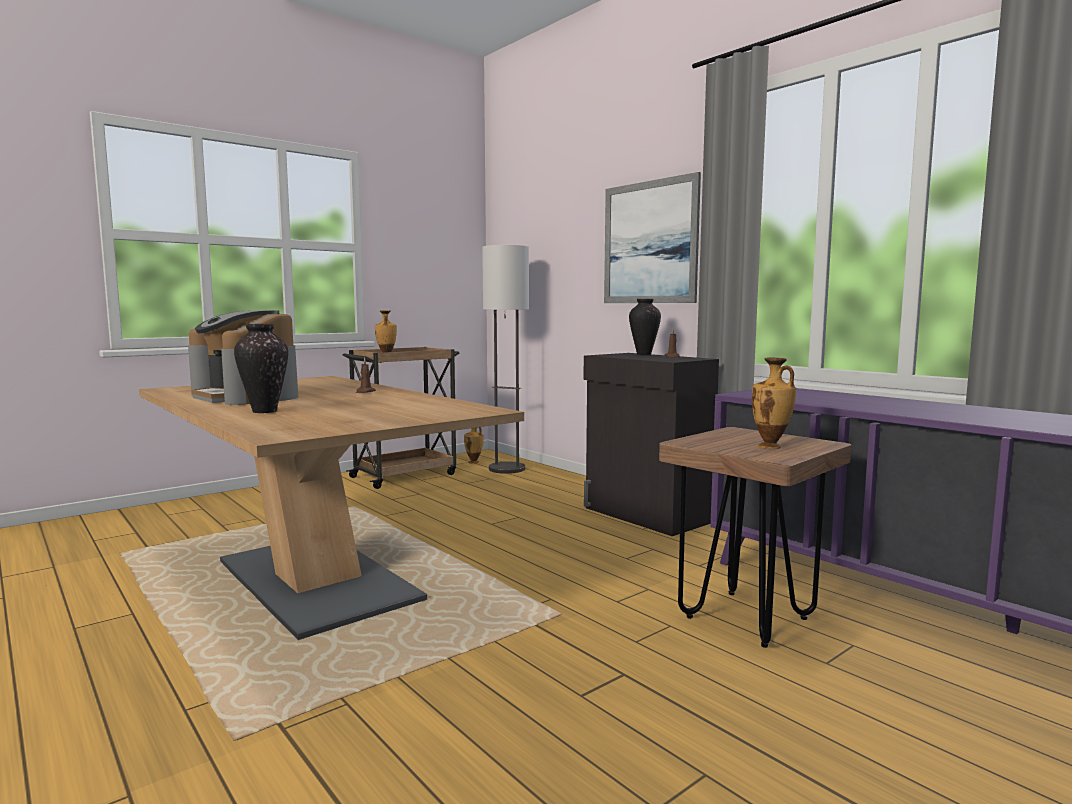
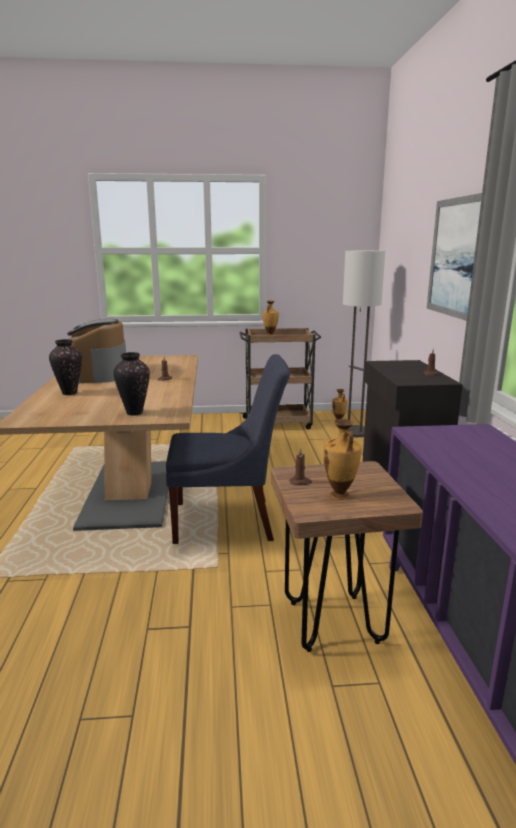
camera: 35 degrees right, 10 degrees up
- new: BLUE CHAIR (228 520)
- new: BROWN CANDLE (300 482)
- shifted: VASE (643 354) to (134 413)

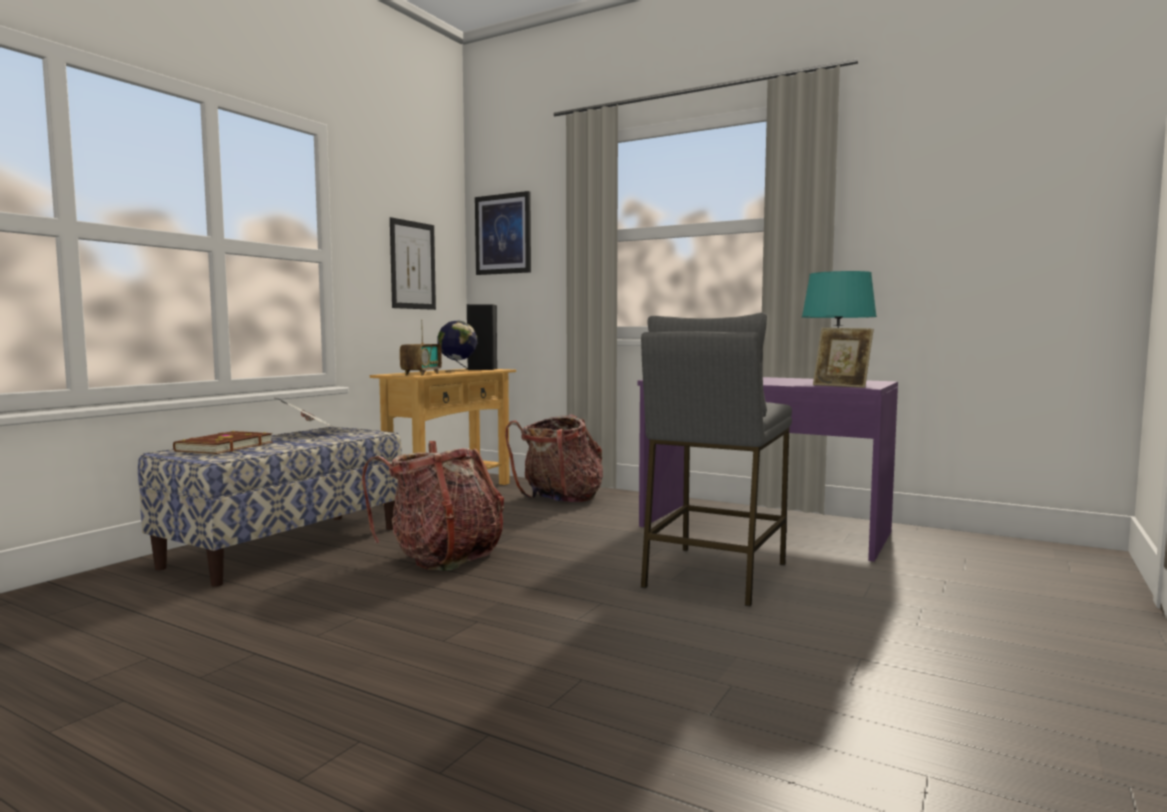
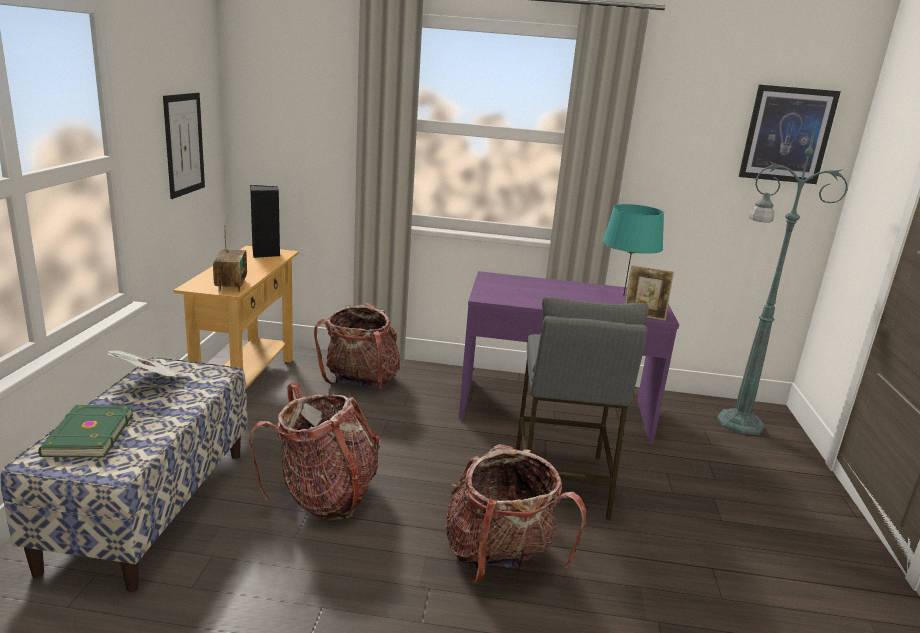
camera: 25 degrees left, 15 degrees up
- gone: GLOBE (458 371)
- new: BACKPACK (500 558)
- new: GREEN FLOOR LAMP (737 422)
- shifted: PICTURE (503 234) to (787 134)
- repainted: BROWN BOOK (223 447) to GREEN BOOK (87 435)

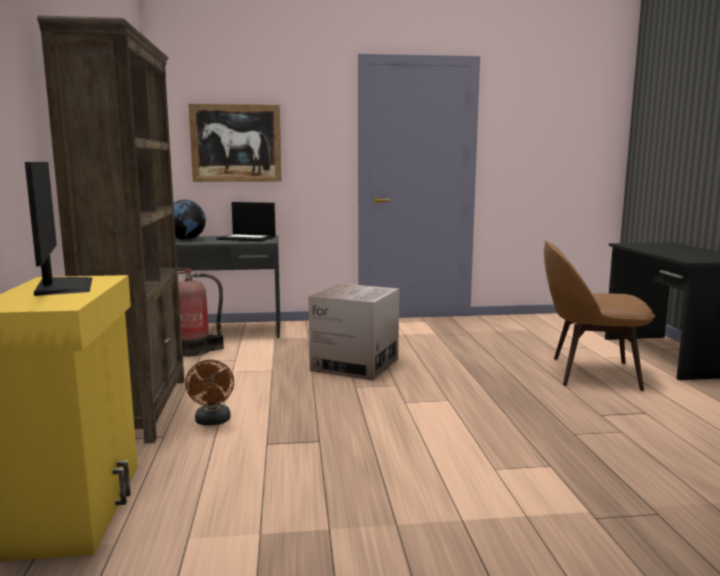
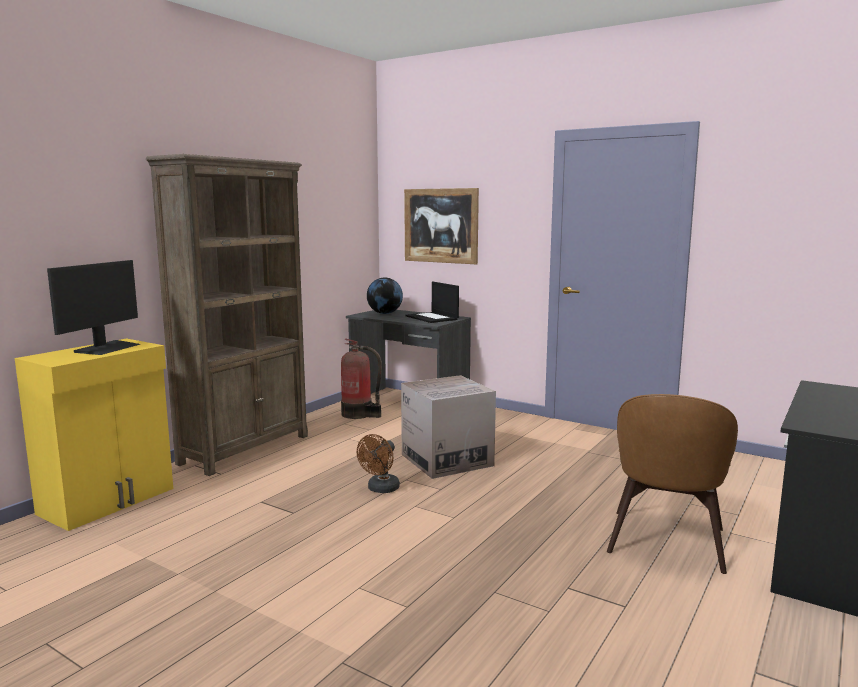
camera: 40 degrees right, 0 degrees up
- shifted: BROWN FAN (213 422) to (380 489)
- rotated: BROWN CHAIR (590 373) = (666 543) 120 degrees counterclockwise

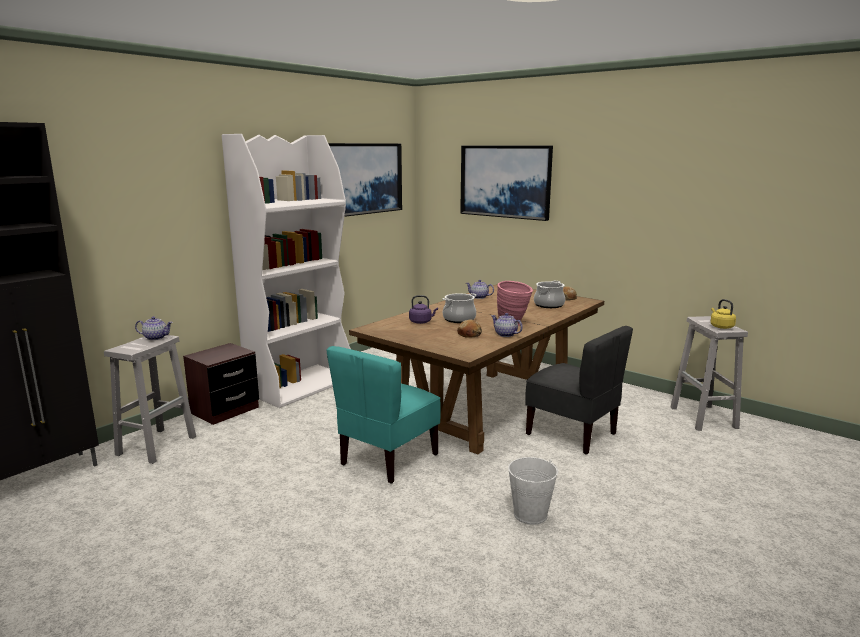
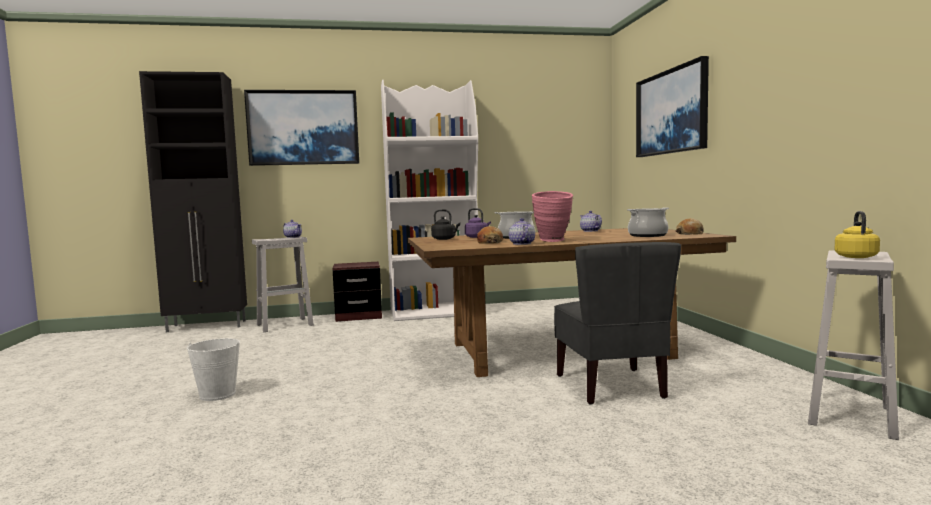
camera: 40 degrees right, 10 degrees down
- gone: TURQUOISE CHAIR (388 459)
- new: BLACK KETTLE (445 239)
- shifted: PICTURE (363 178) to (303 128)
- shifted: WHITE BUCKET (530 514) to (217 394)

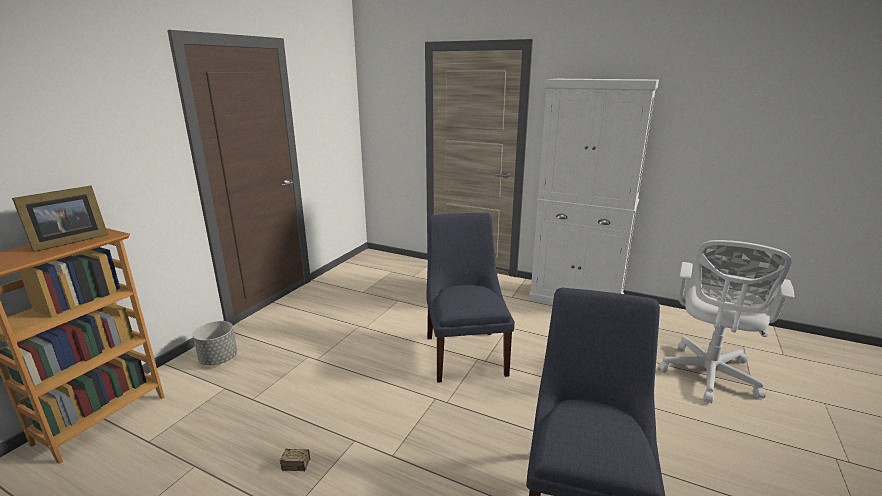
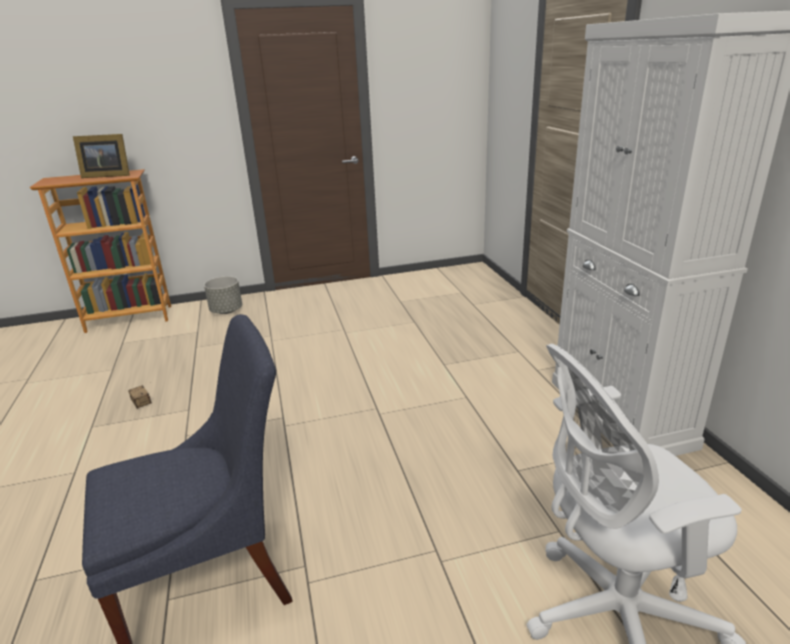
camera: 50 degrees right, 5 degrees up
- gone: BLUE CHAIR (465 352)

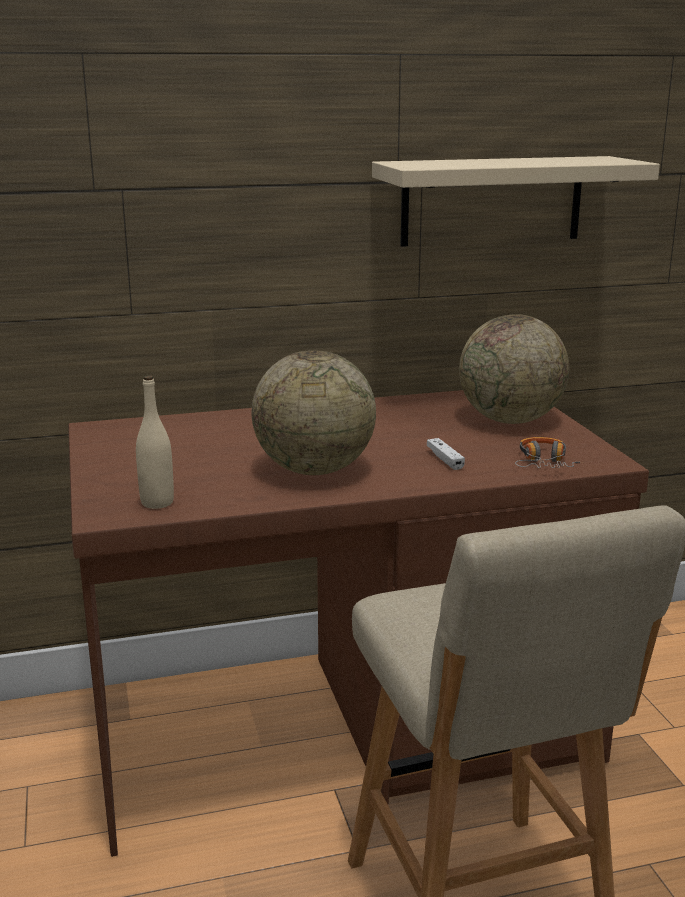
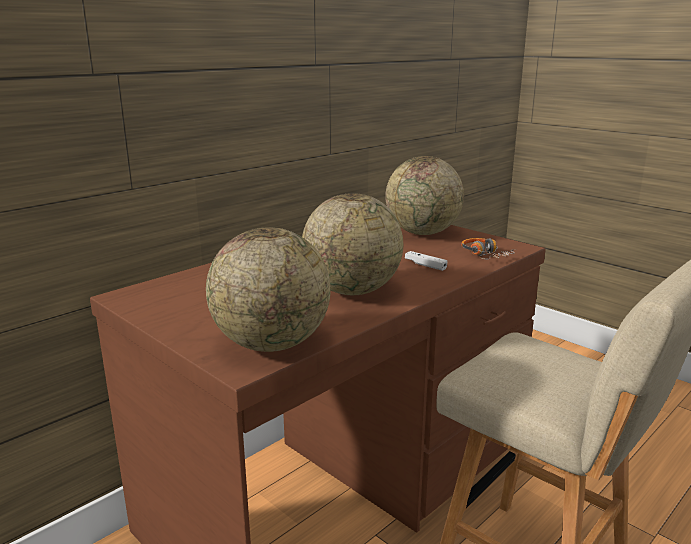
camera: 30 degrees left, 0 degrees up
- gone: BEIGE SHELF (492 200)
- swapped: BEIGE BOTTLE (157 502) to GLOBE (271 344)

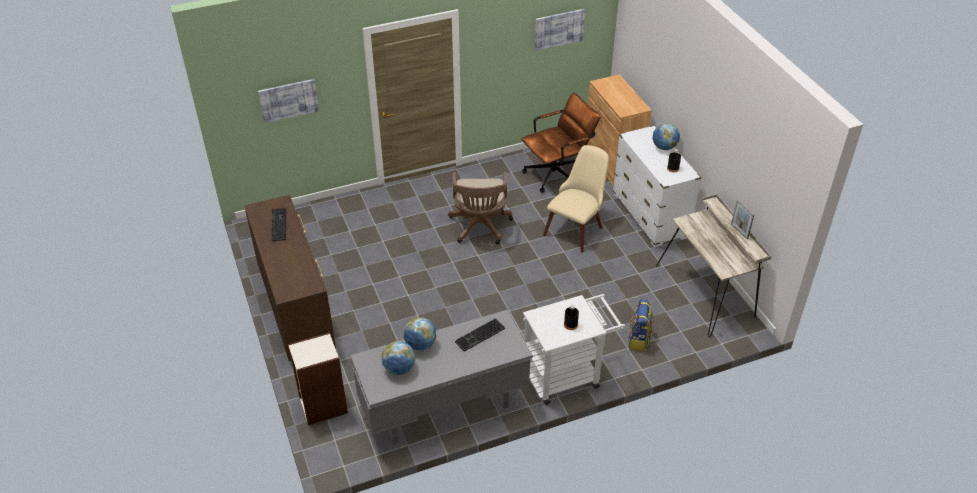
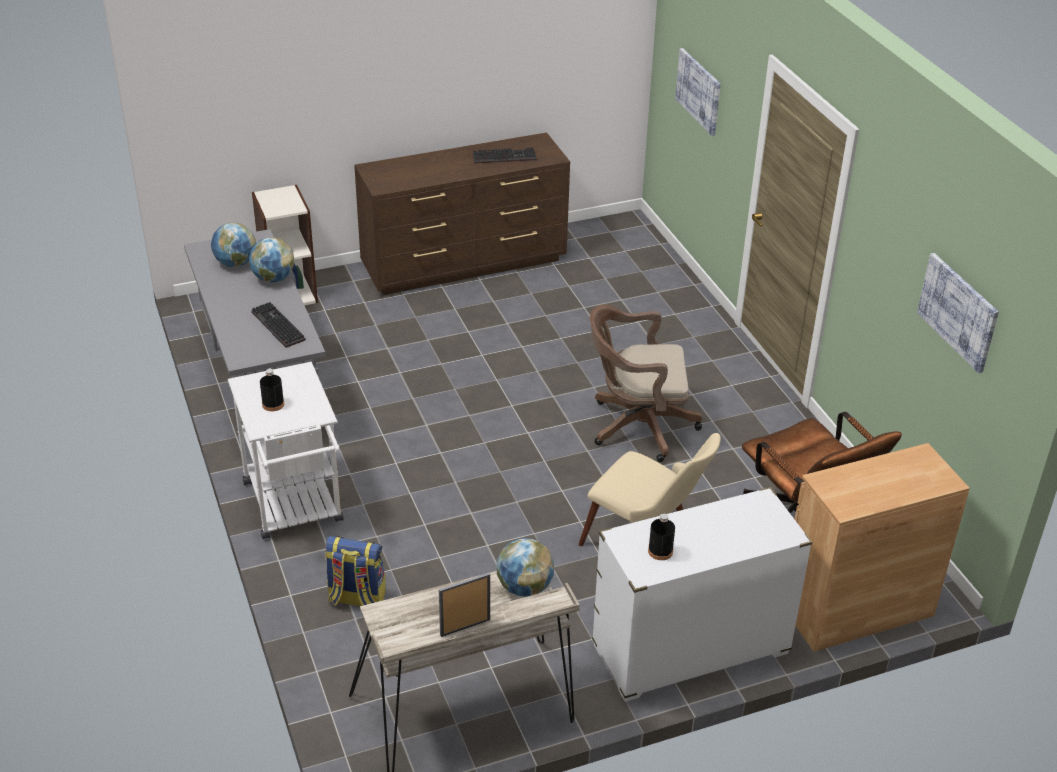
camera: 90 degrees right, 5 degrees down
- shifted: GLOBE (664 147) to (524 587)

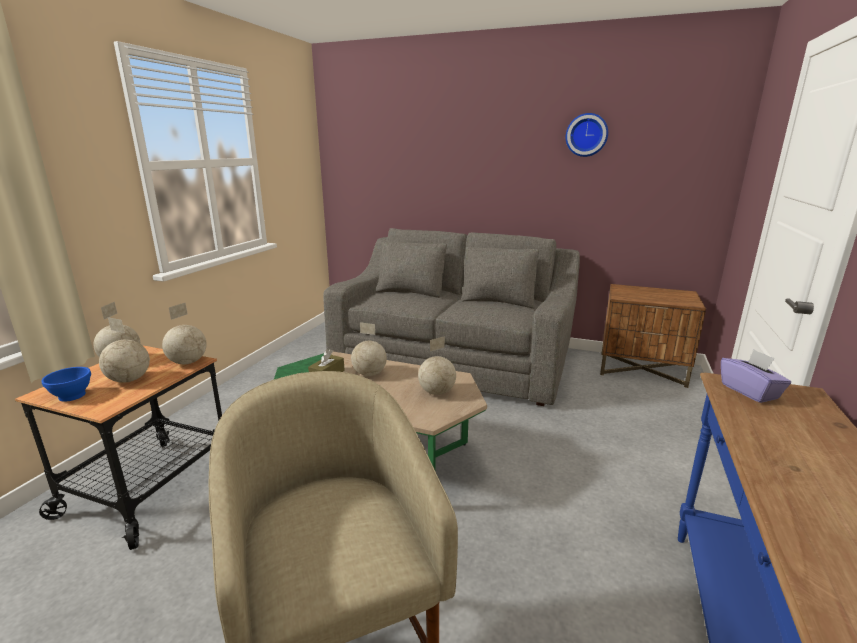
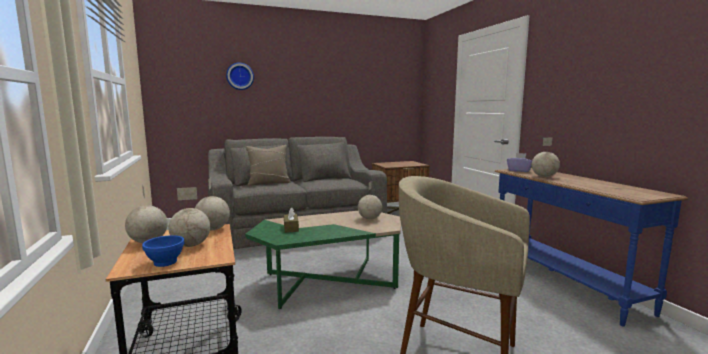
camera: 40 degrees left, 10 degrees down
- new: BEIGE PILLOW (269 183)
- shifted: GLOBE (369 374) to (544 176)
- shifted: WALL CLOCK (586 135) to (240 76)

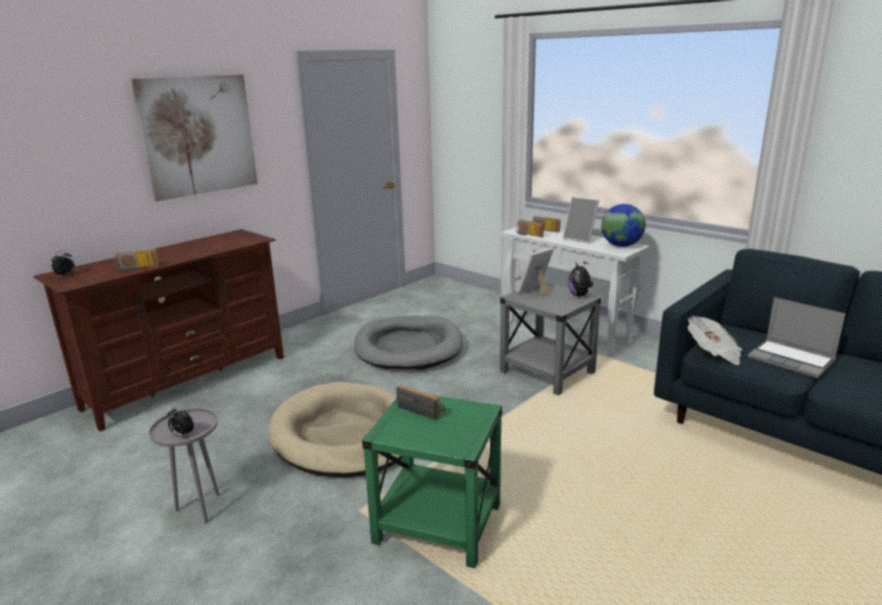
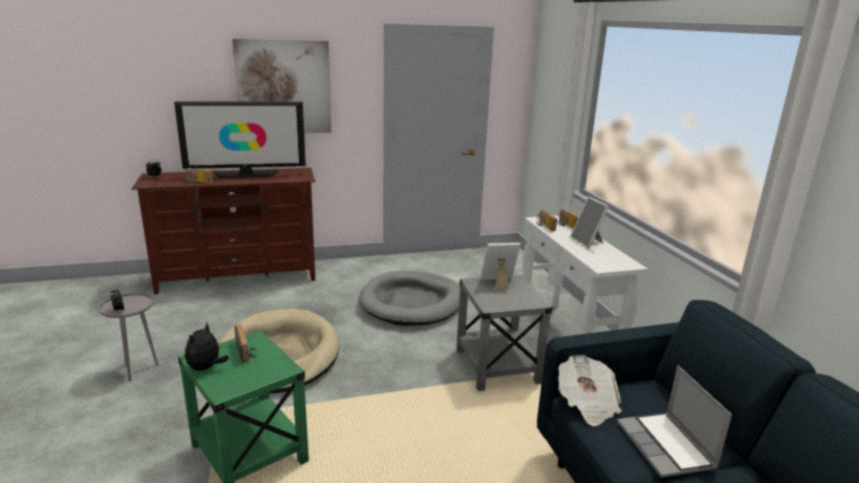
camera: 30 degrees right, 0 degrees up
- gone: GLOBE (621 245)
- new: TELEVISION (246 174)
- shifted: PLUSH TOY (580 295) to (206 368)

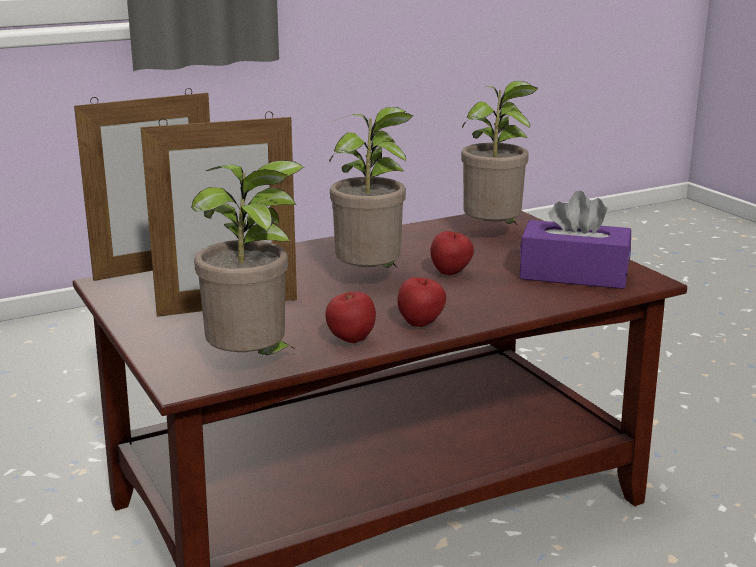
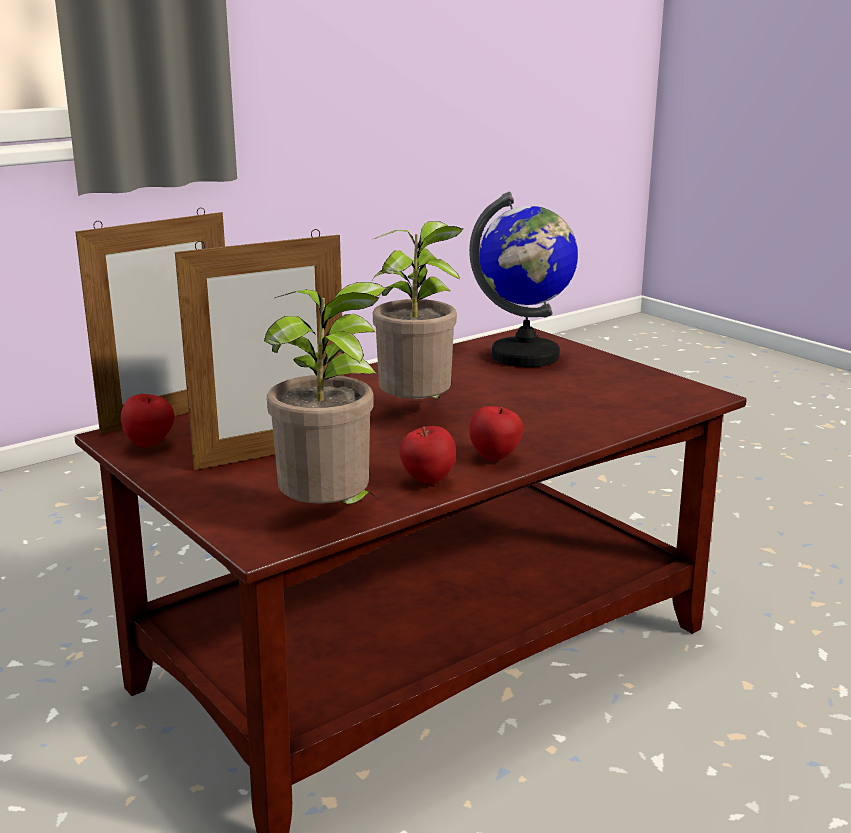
camera: 10 degrees left, 0 degrees up
- gone: PURPLE TISSUE BOX (573 274)
- shifted: APPLE (451 274) to (150 445)
- swapped: POTTED PLANT (494 234) to GLOBE (525 356)

